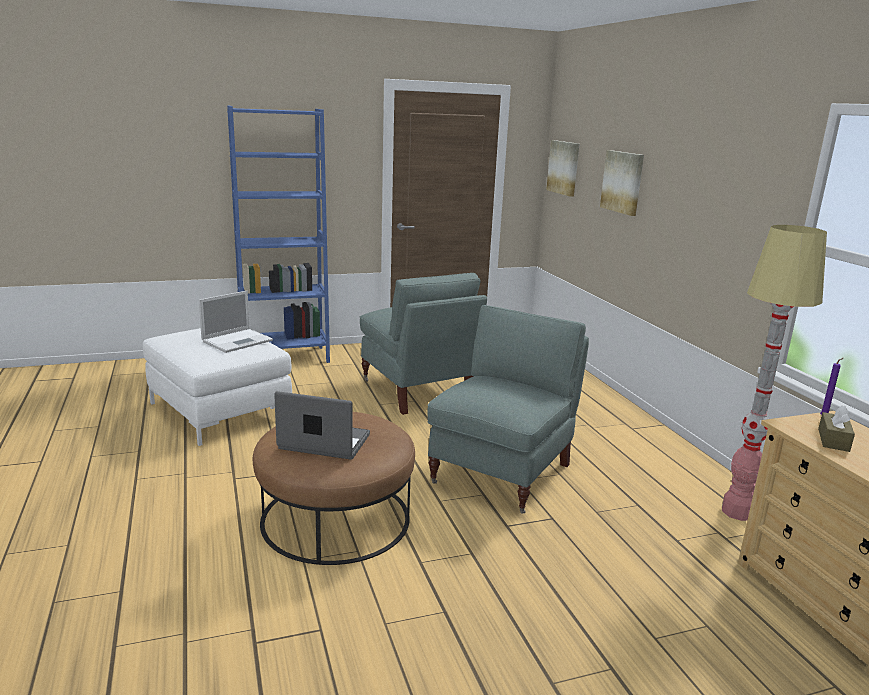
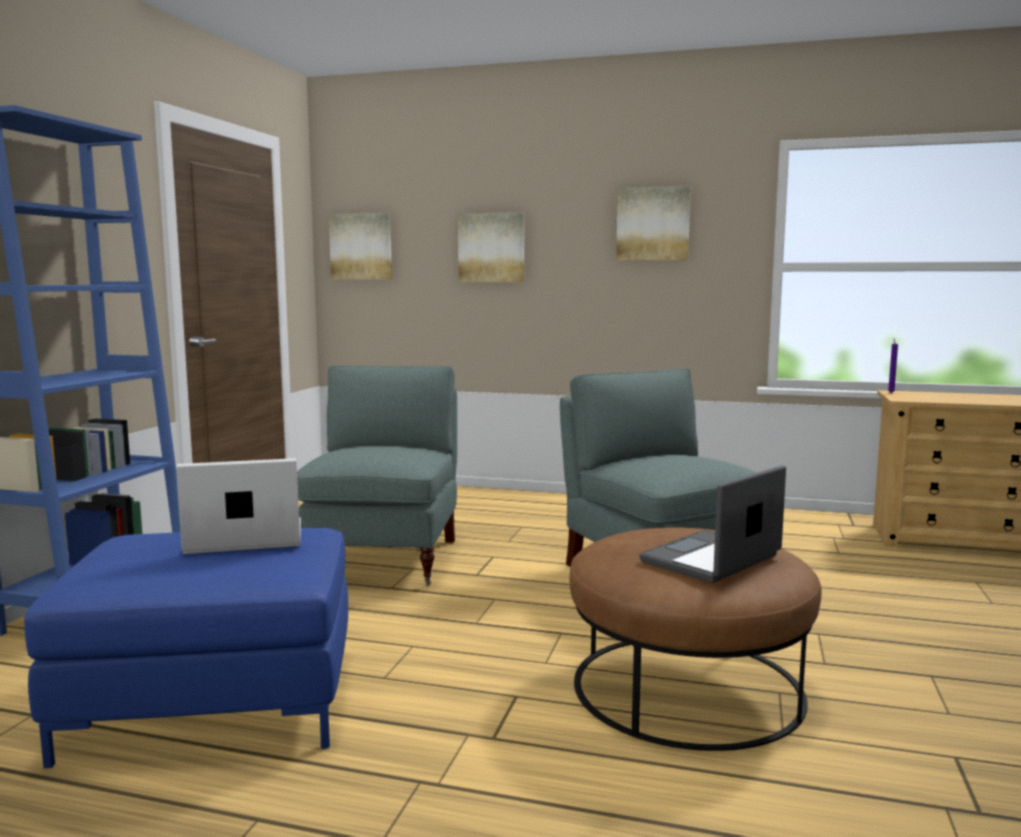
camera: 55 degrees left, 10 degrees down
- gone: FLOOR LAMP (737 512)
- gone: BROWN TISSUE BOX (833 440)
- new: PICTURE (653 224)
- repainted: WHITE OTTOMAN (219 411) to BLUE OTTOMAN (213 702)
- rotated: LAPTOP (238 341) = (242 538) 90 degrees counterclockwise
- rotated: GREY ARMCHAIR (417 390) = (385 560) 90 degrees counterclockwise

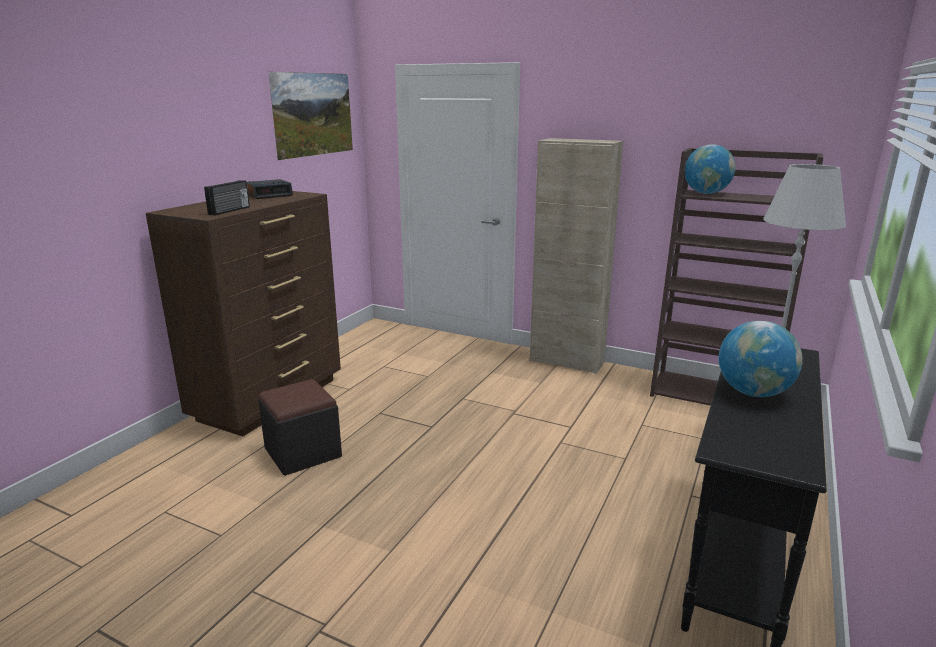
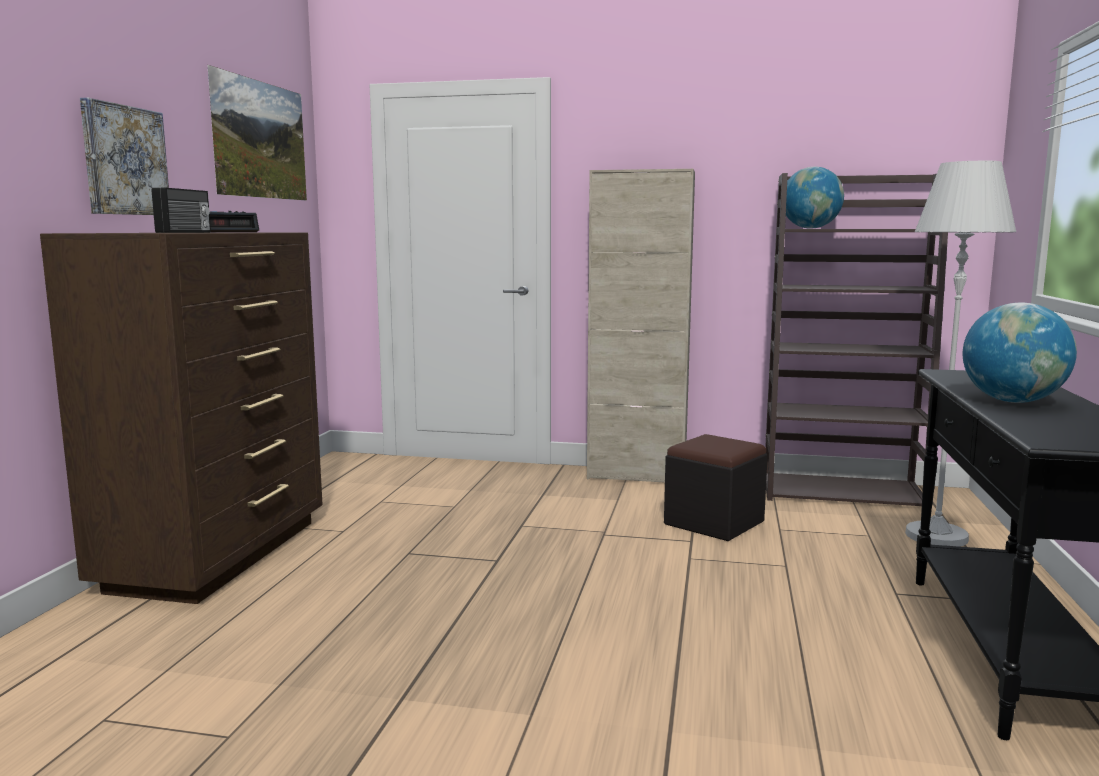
camera: 15 degrees left, 10 degrees down
- new: PICTURE (124 160)
- shifted: BLACK OTTOMAN (303 452) to (714 523)

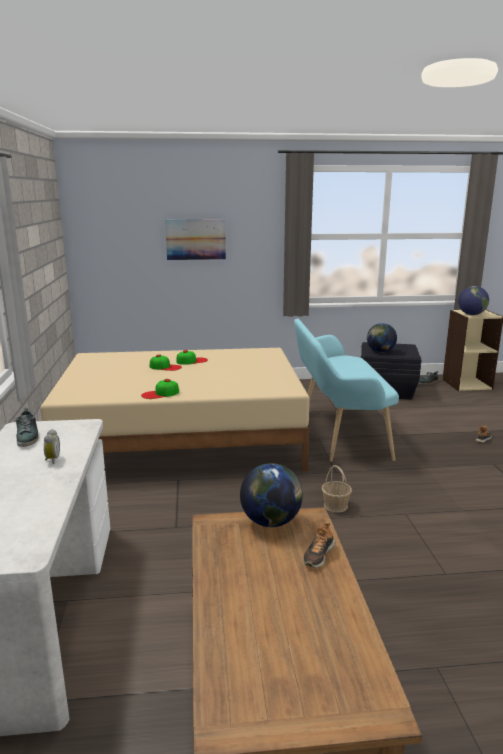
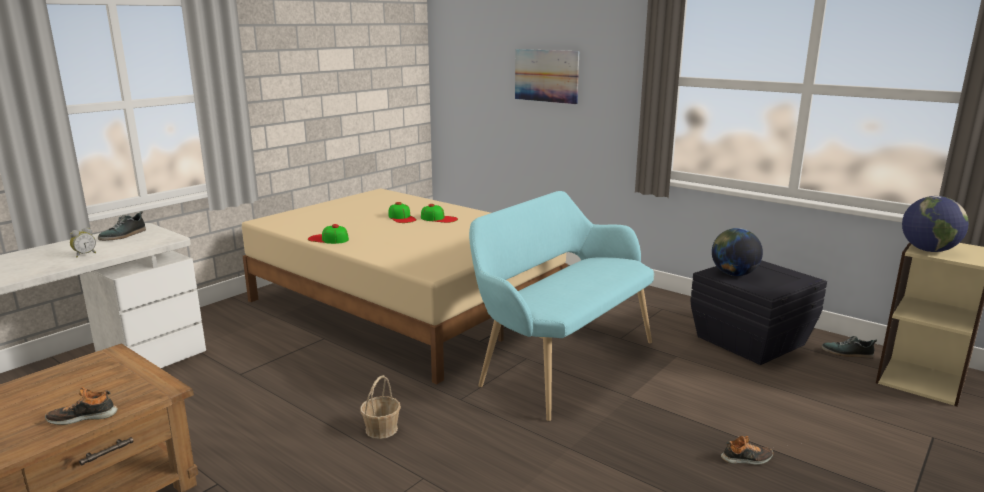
camera: 45 degrees right, 0 degrees up
- gone: GLOBE (271 521)

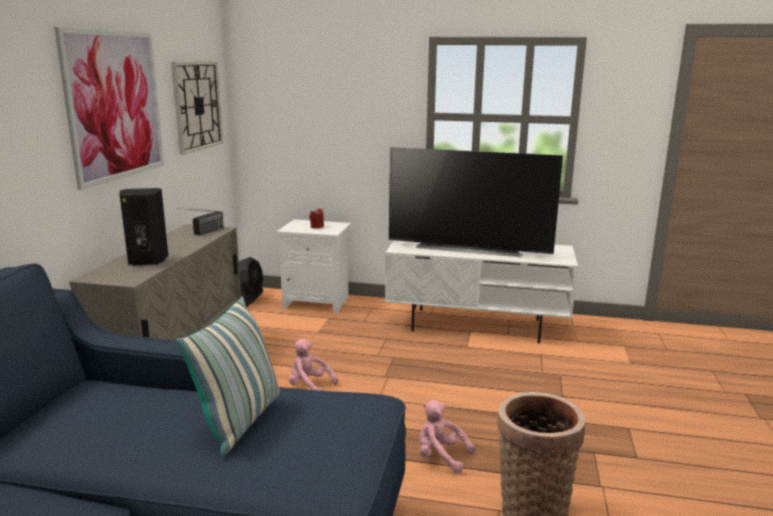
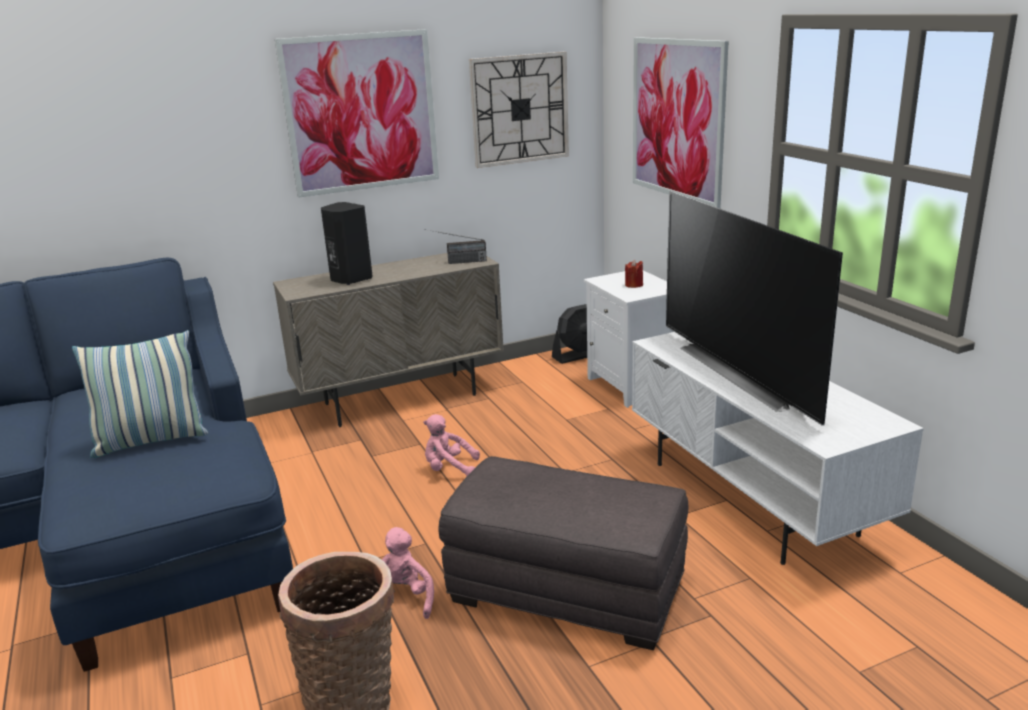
camera: 55 degrees right, 5 degrees up
- new: GREY OTTOMAN (568 591)
- new: PICTURE (677 119)
- rotated: PINK PLUSH TOY (309 386) = (449 469) 75 degrees counterclockwise

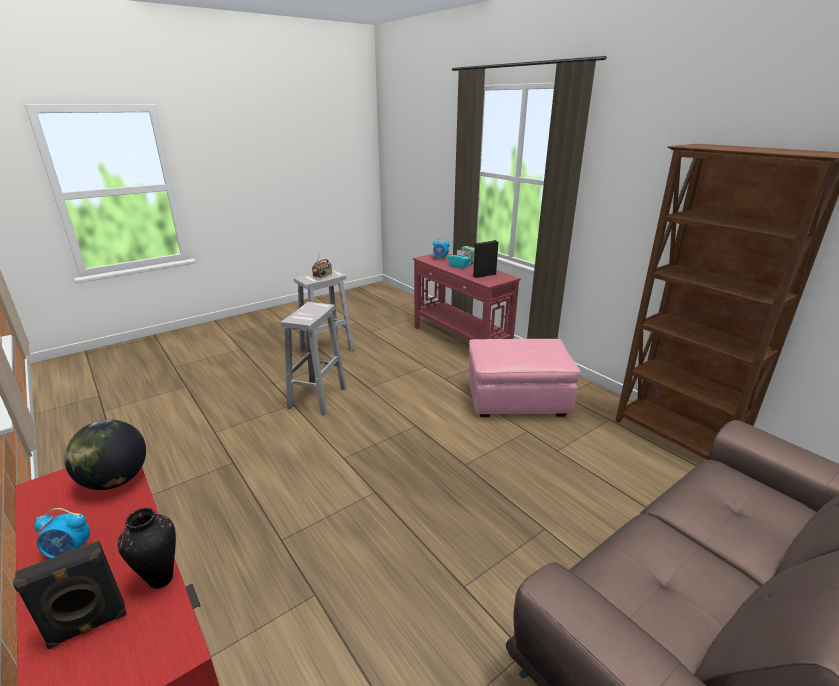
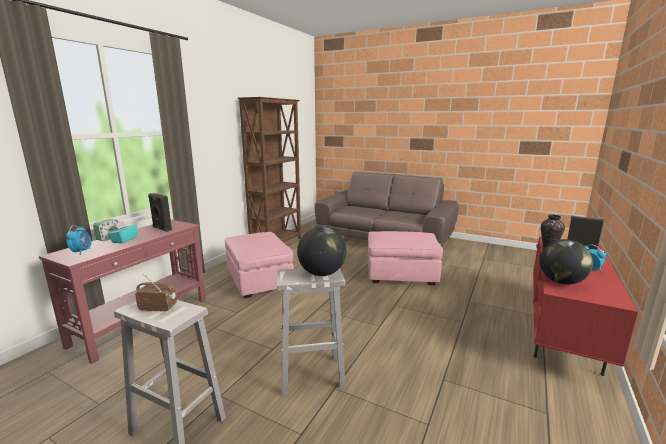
camera: 115 degrees left, 10 degrees down
- new: GLOBE (322 273)
- new: PINK OTTOMAN (401 274)

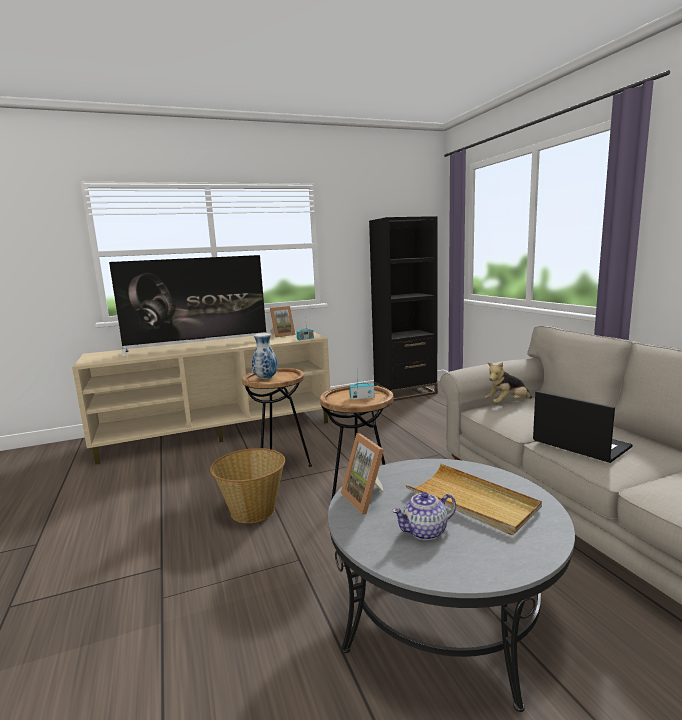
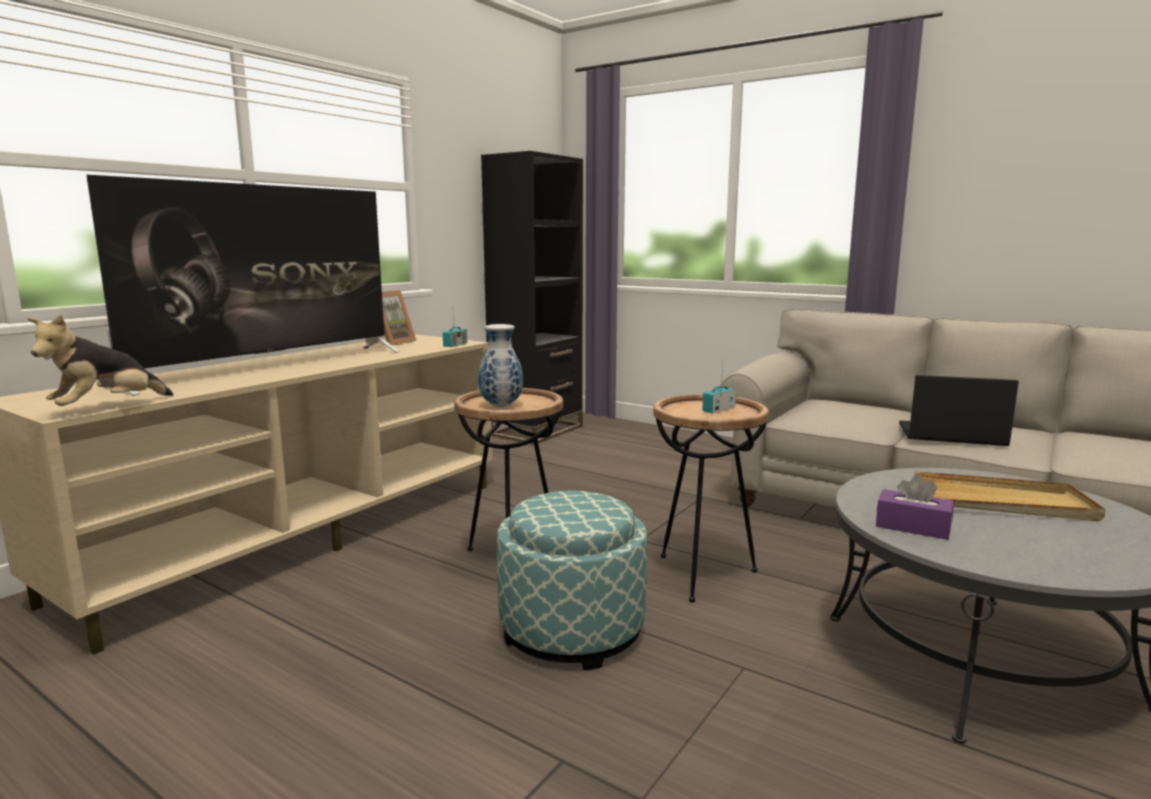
camera: 35 degrees left, 0 degrees up
- gone: TEAPOT (425 531)
- shifted: PLUSH TOY (507 403) to (107 408)
- swapped: BASKET (252 510) to OTTOMAN (572 630)
- swapped: PICTURE FRAME (367 499) to PURPLE TISSUE BOX (912 527)

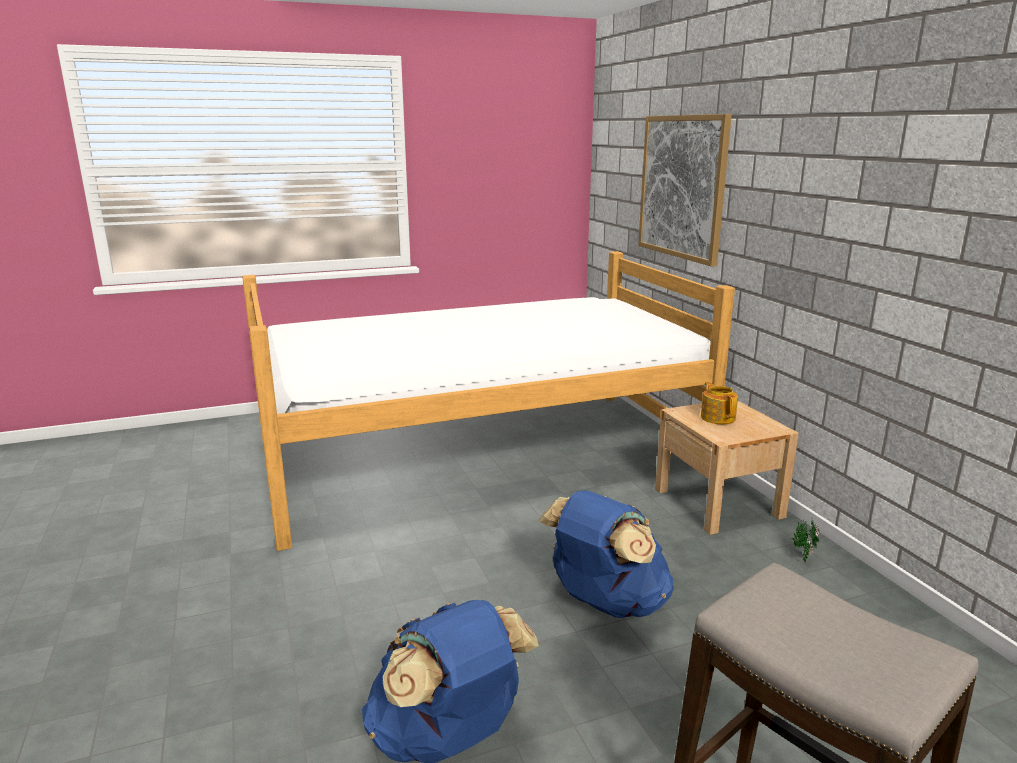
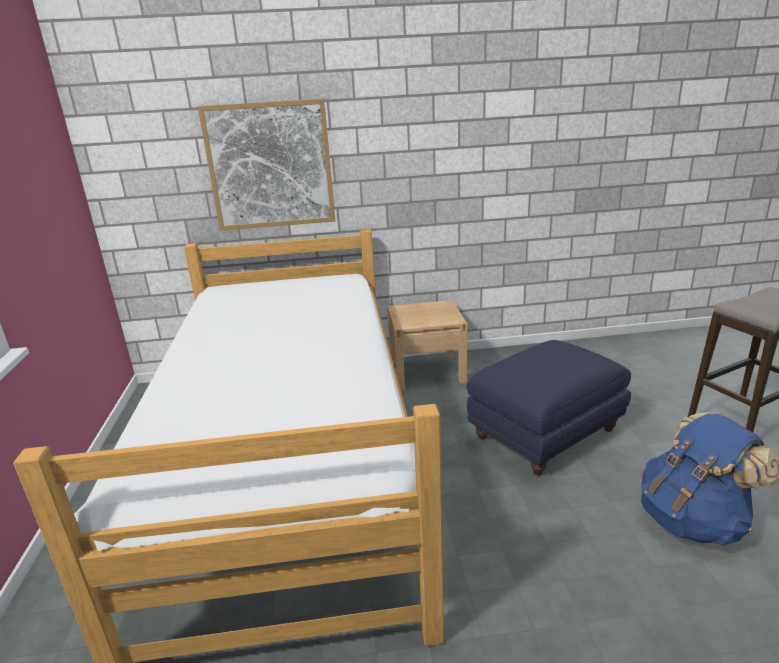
camera: 75 degrees left, 5 degrees up
- gone: TEAPOT (718 417)
- gone: POTTED PLANT (802 554)
- swapped: BLUE BACKPACK (605 603) to BLUE OTTOMAN (544 436)

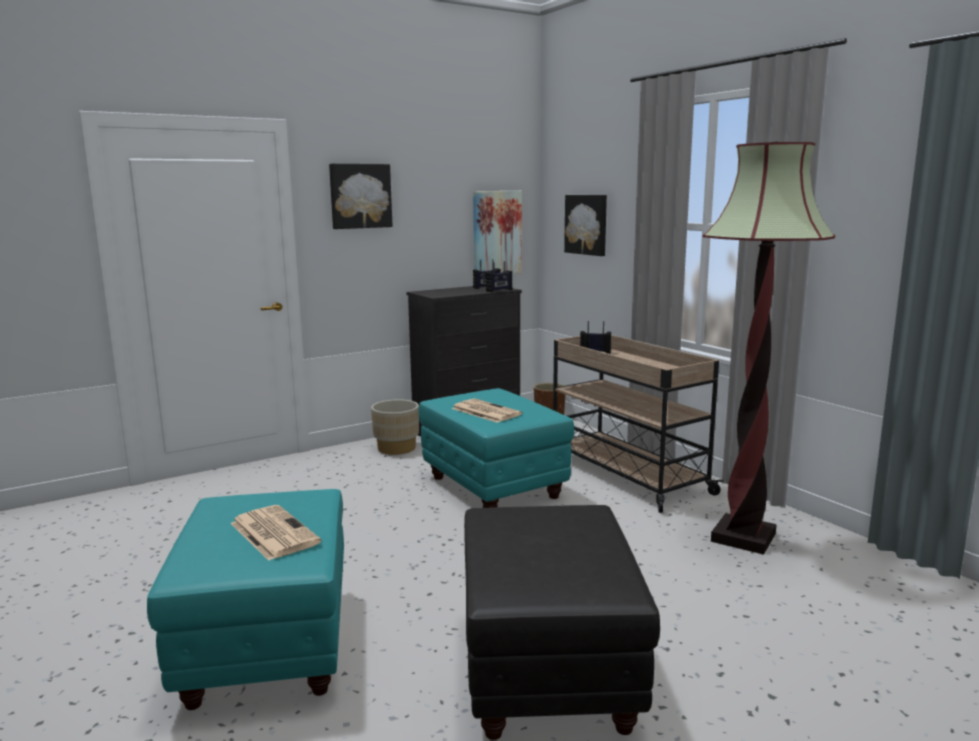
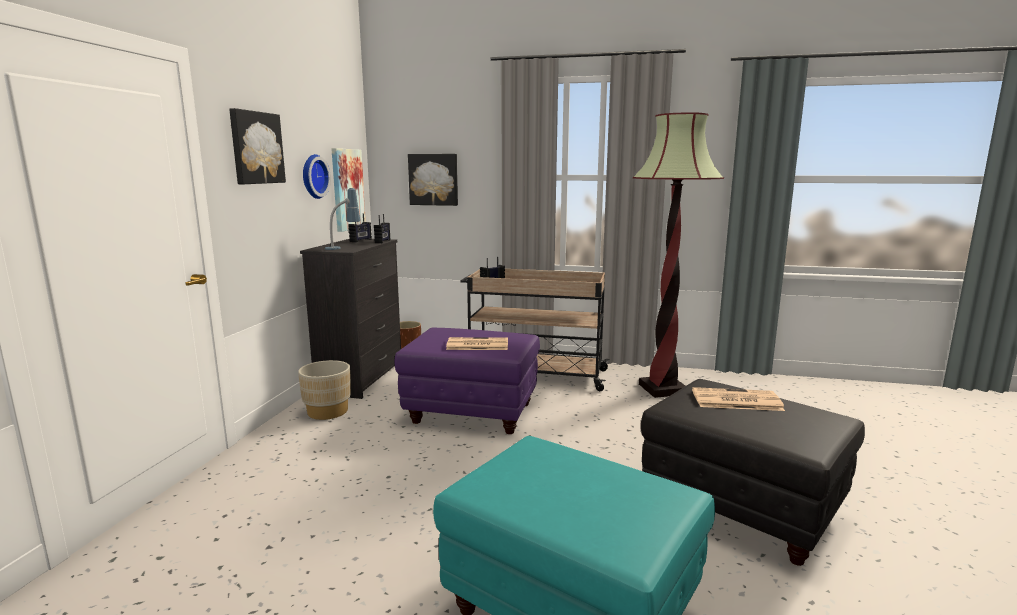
camera: 45 degrees left, 0 degrees up
- new: WALL CLOCK (313 176)
- new: TABLE LAMP (343 248)
- shifted: NEWSPAPER (273 532) to (735 400)
- repainted: TURQUOISE OTTOMAN (494 487) to PURPLE OTTOMAN (472 412)

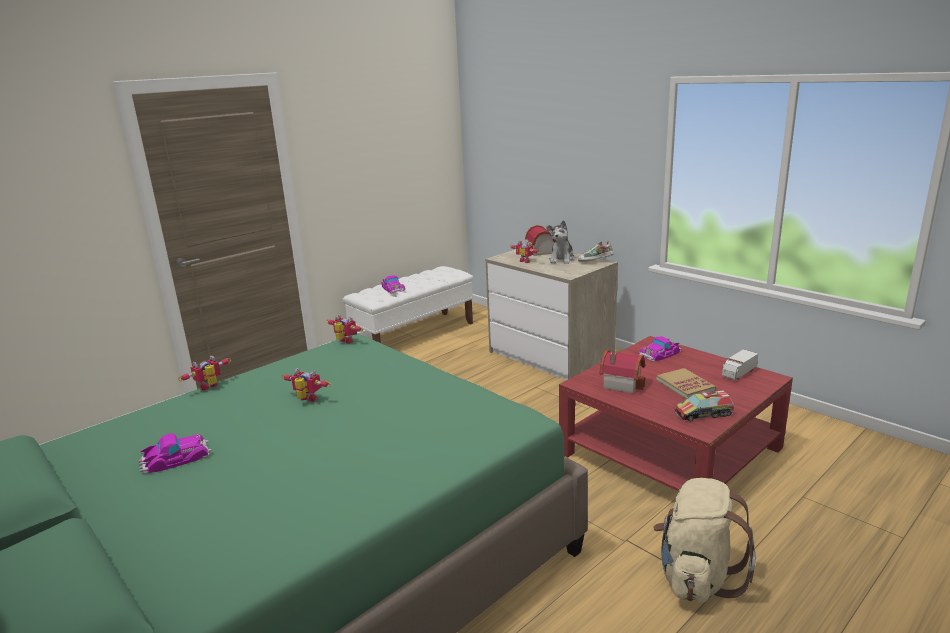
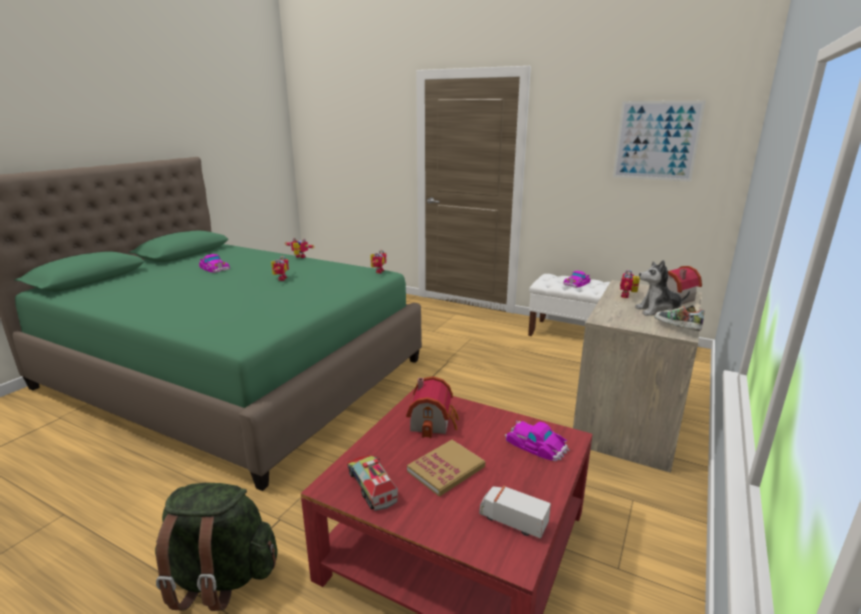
camera: 70 degrees right, 0 degrees up
- new: PICTURE (656 141)
- repainted: BEIGE BACKPACK (696 577) to GREEN BACKPACK (220 578)

